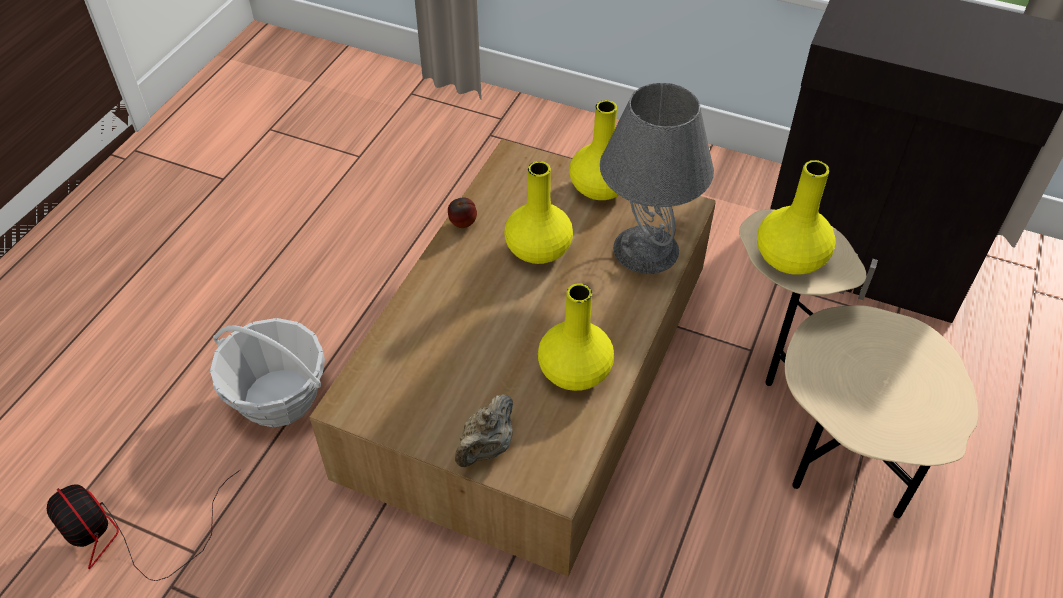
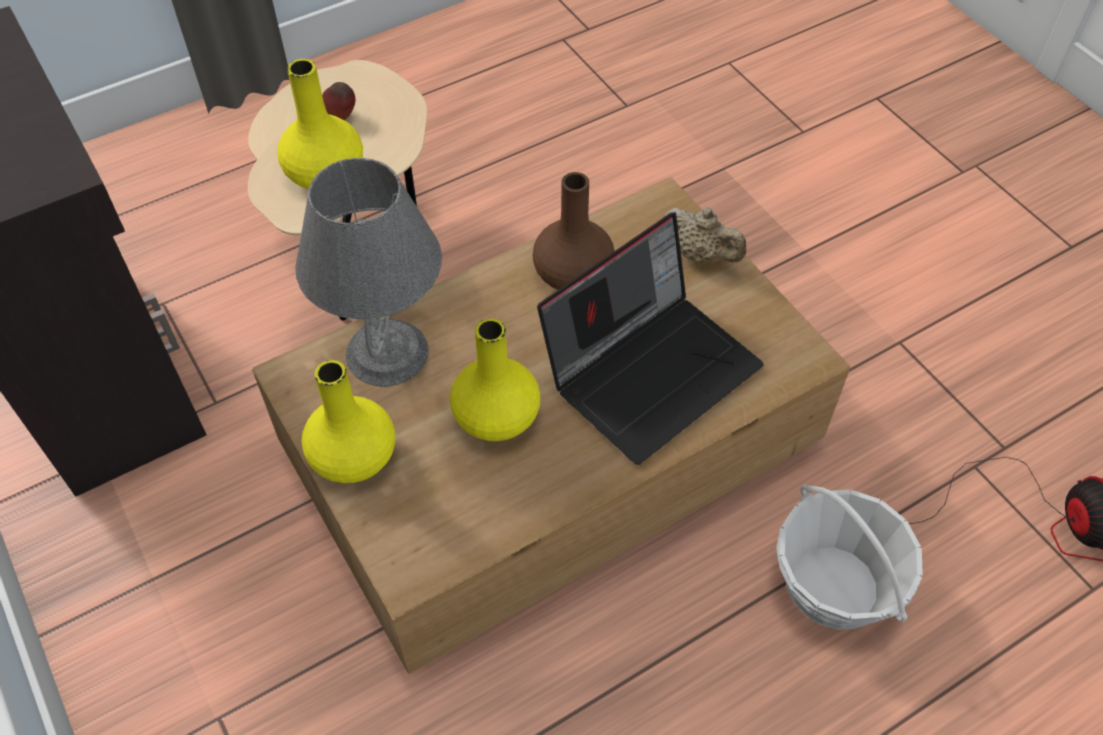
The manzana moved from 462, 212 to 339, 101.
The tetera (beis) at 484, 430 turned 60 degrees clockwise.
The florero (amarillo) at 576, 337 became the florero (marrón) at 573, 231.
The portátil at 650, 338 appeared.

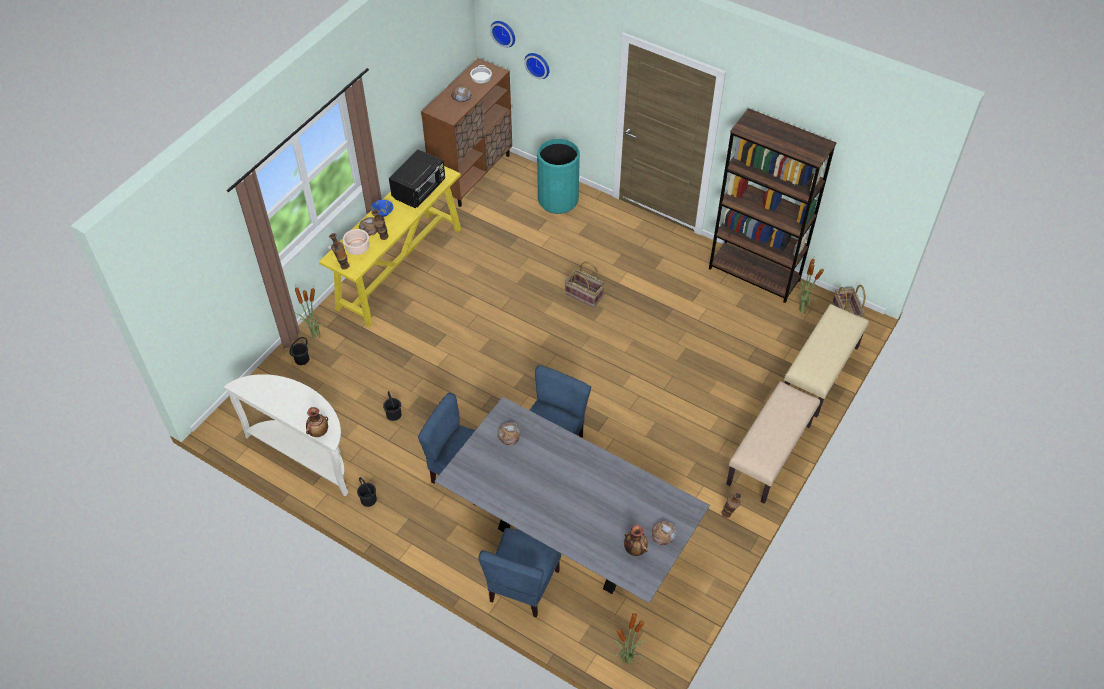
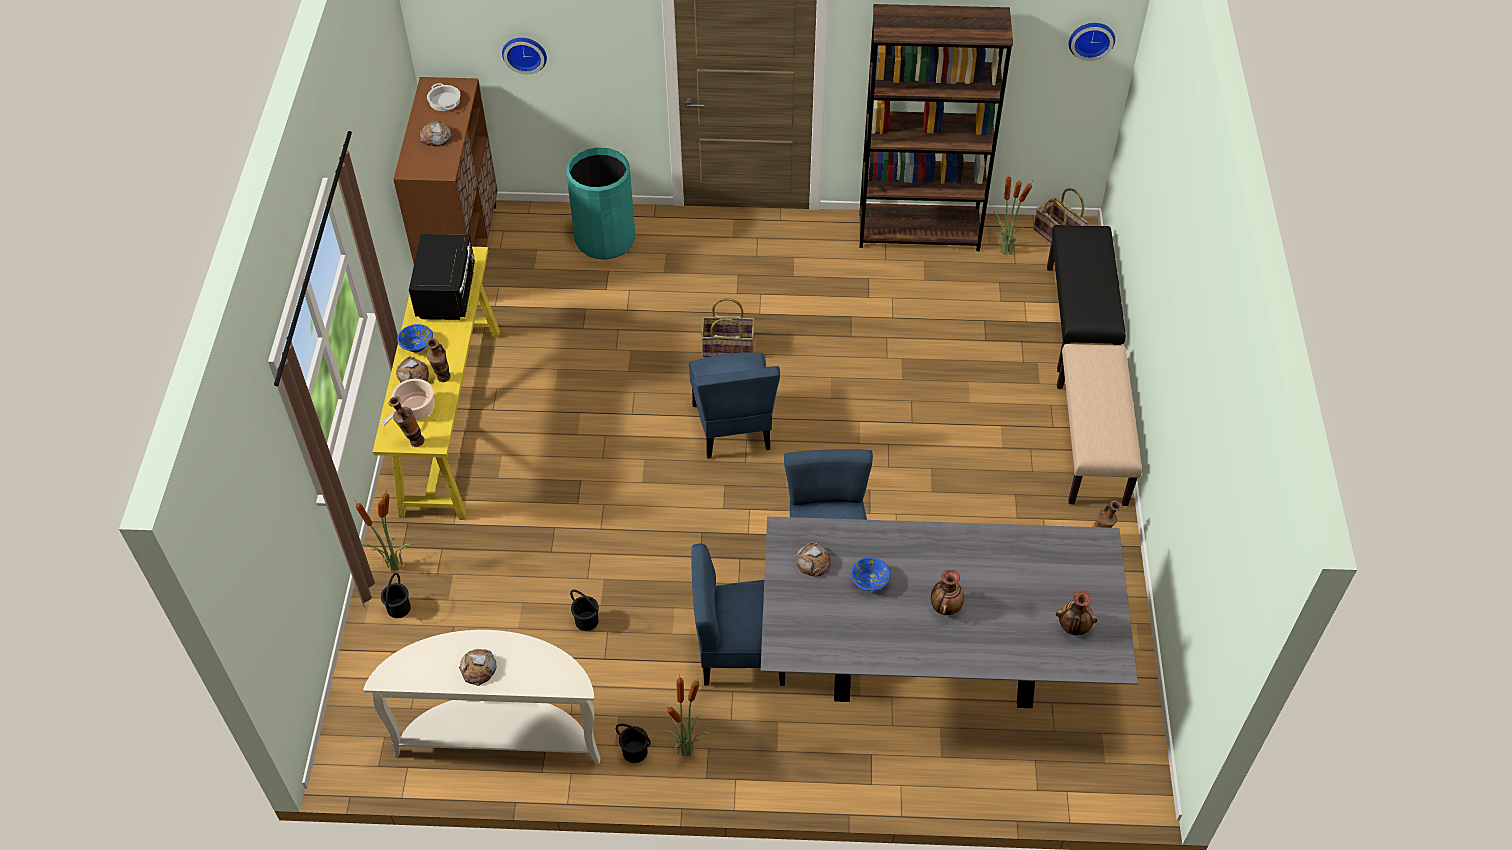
The florero moved from 317, 422 to 947, 592.
The silla (azul) moved from 519, 573 to 734, 405.
The reloj de pared moved from 502, 34 to 1092, 42.
The planta en maceta moved from 629, 638 to 687, 717.
The pan moved from 664, 533 to 478, 667.
The banco (beis) at 826, 361 became the banco (negro) at 1086, 298.
The cuenco (azul) at 871, 574 appeared.

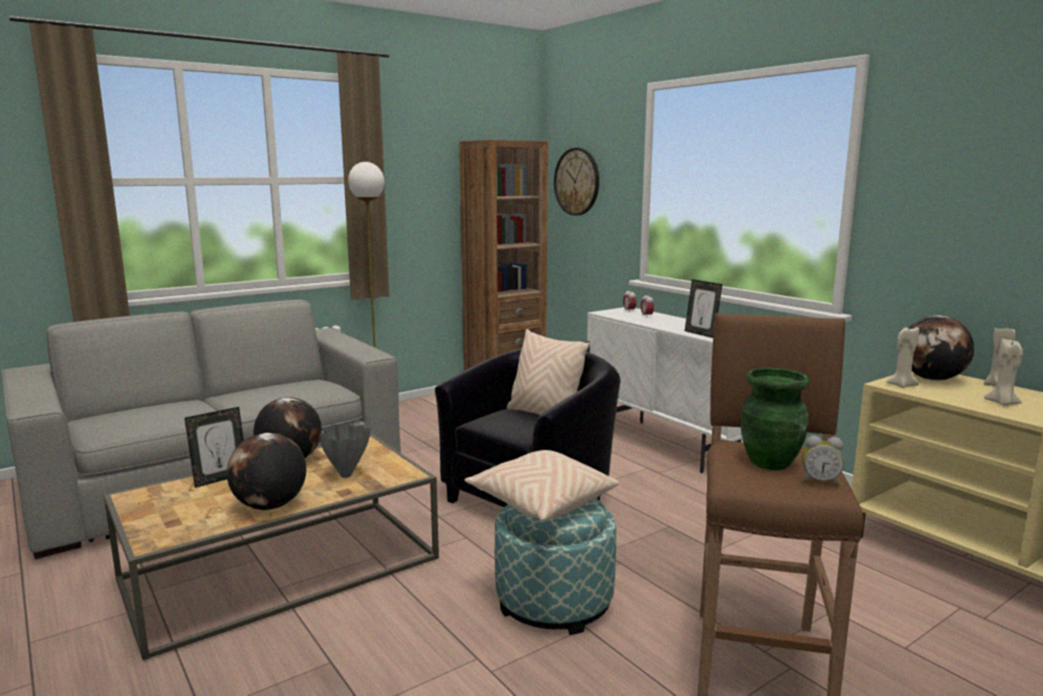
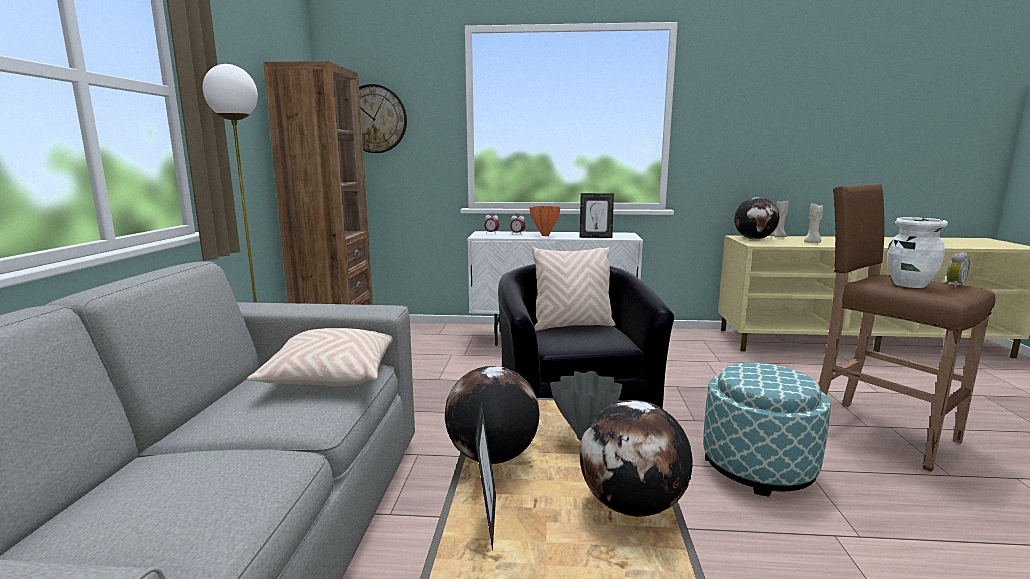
The cojín (beis) moved from 541, 485 to 320, 357.
The florero (verde) at 775, 419 became the florero (blanco) at 917, 252.
The vela (beis) at 902, 357 disappeared.
The florero (naranja) at 544, 221 appeared.

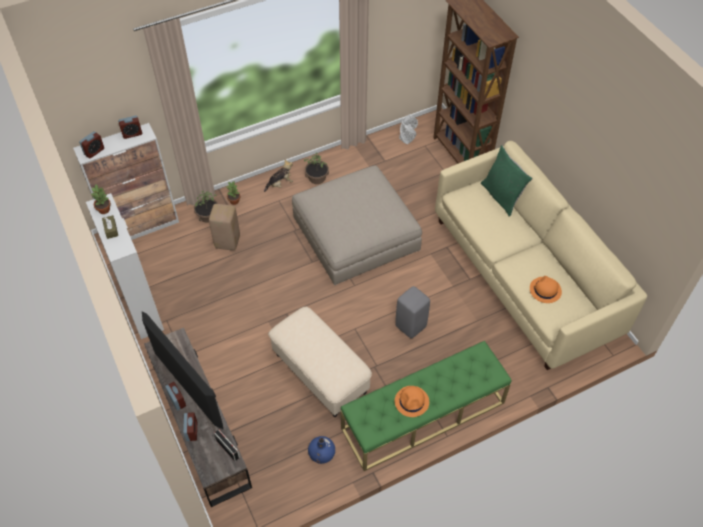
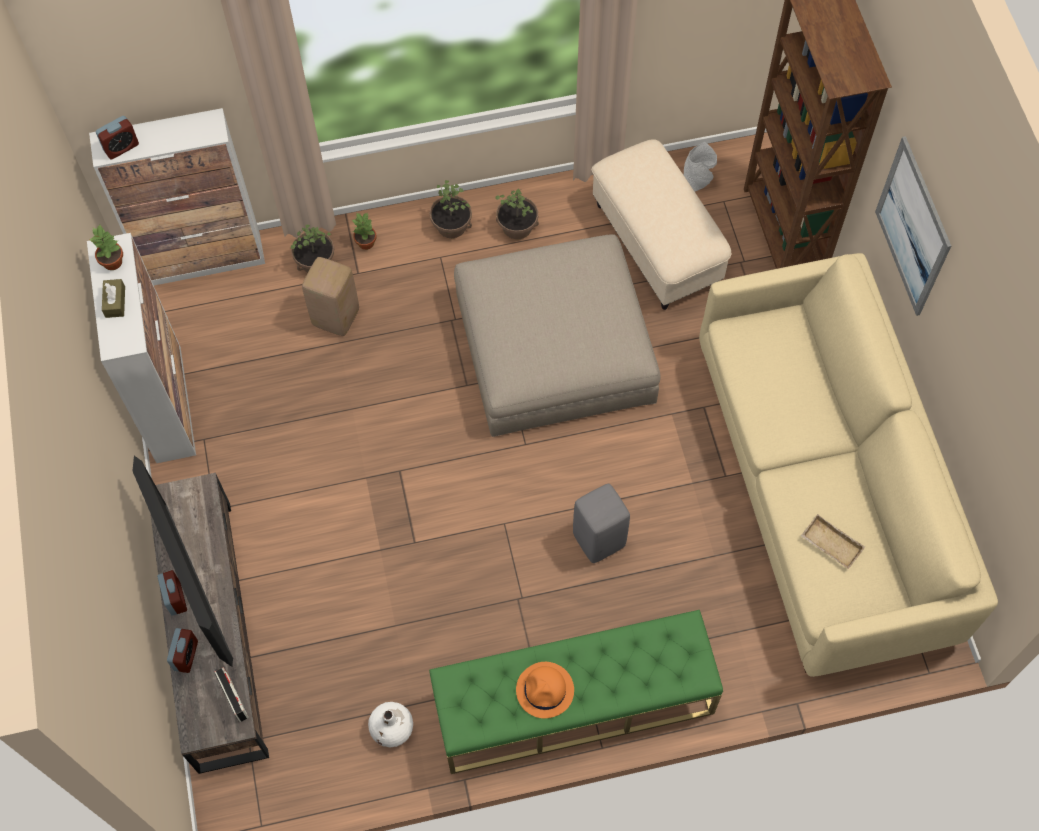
The despertador at 130, 127 disappeared.
The peluche at 278, 176 was replaced by the planta en maceta at 451, 209.
The puf (beis) moved from 320, 362 to 661, 224.
The florero (azul) at 321, 450 became the florero (blanco) at 390, 724.
The cojín (verde) at 507, 181 disappeared.
The sombrero (naranja) at 546, 289 was replaced by the bandeja (beis) at 833, 541.
The cuadro at 913, 226 appeared.

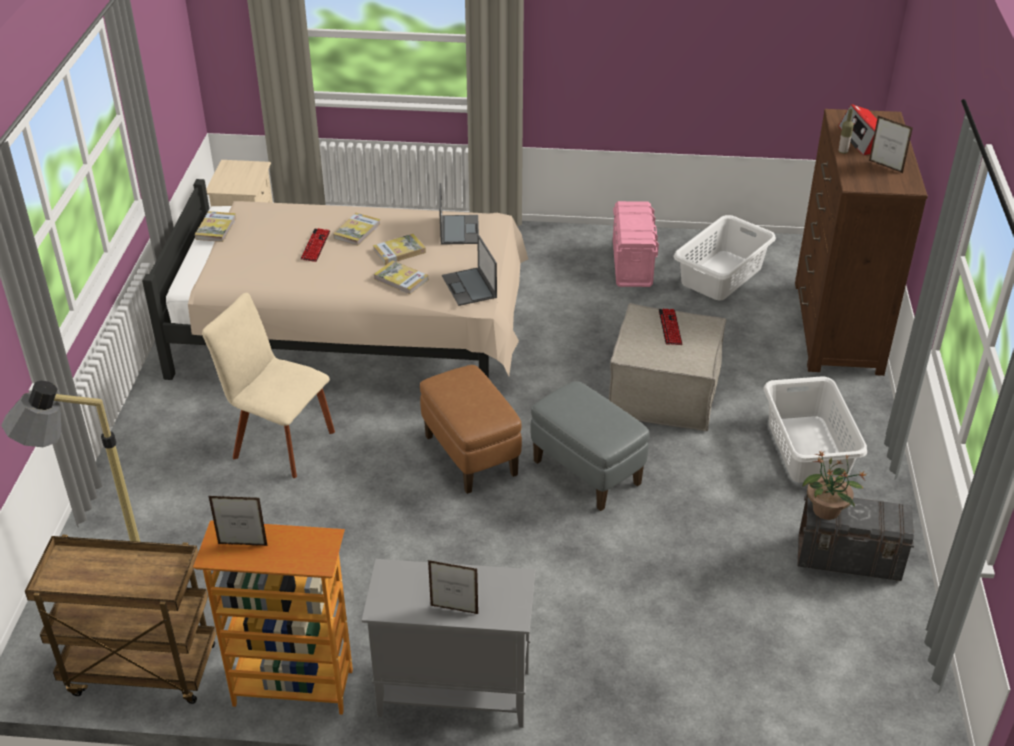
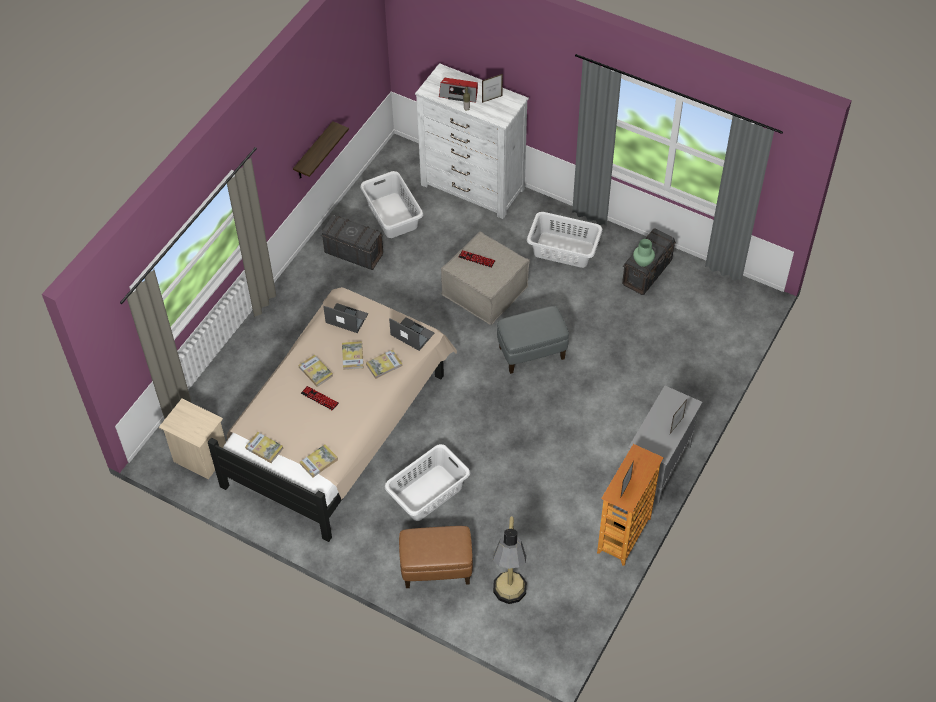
The carrito (marrón) at 120, 619 disappeared.
The silla (beis) at 268, 385 was replaced by the cesto de la ropa (blanco) at 427, 482.
The puf (marrón) moved from 471, 429 to 436, 557.
The portátil at 469, 270 turned 150 degrees counterclockwise.
The caja de almacenaje (rosa) at 636, 244 became the caja de almacenaje (gris) at 352, 242.
The cómoda (marrón) at 861, 242 became the cómoda (blanco) at 472, 141.
The planta en maceta at 834, 485 was replaced by the florero (verde) at 644, 253.
The estante at 321, 150 appeared.
The libro at 319, 461 appeared.

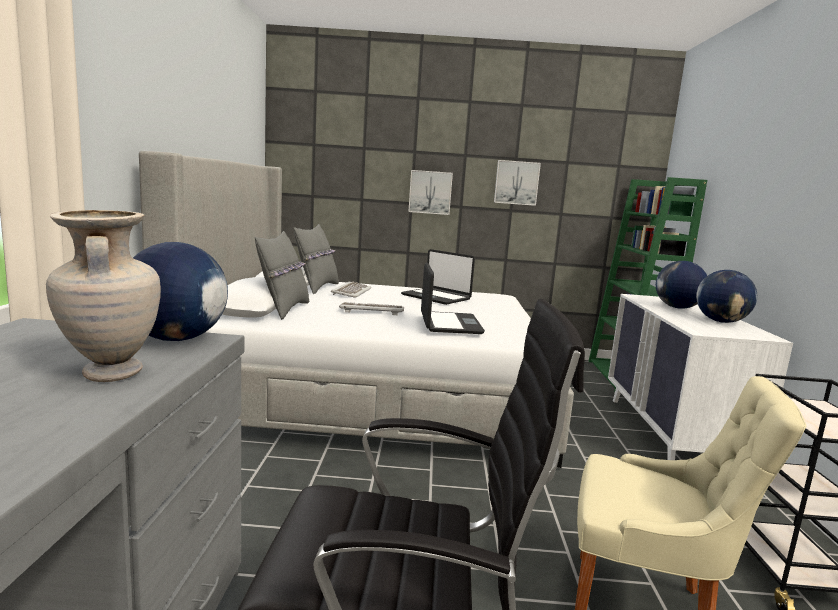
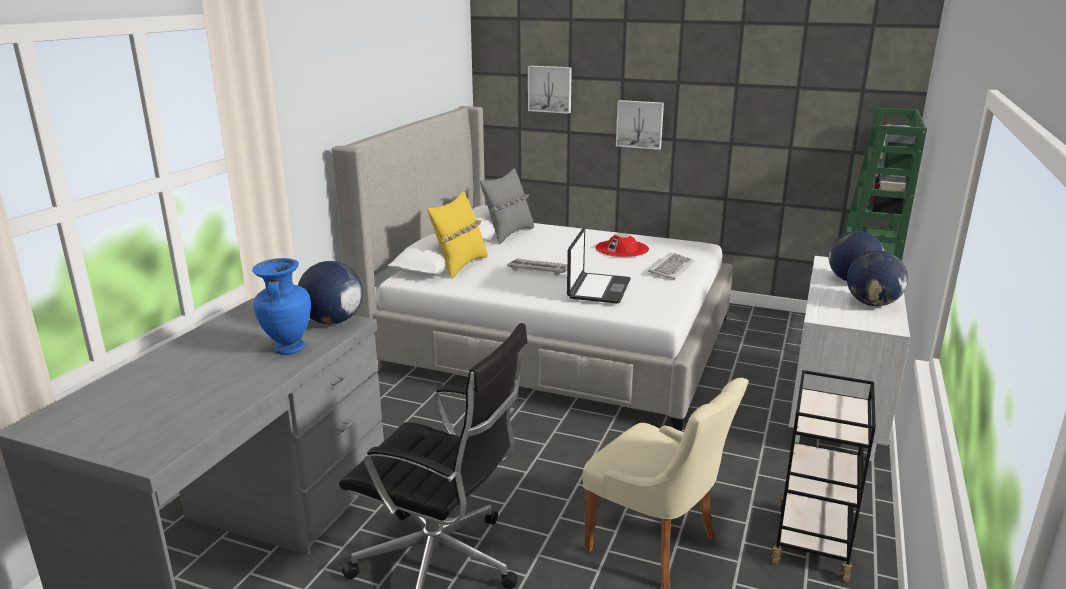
The florero (beis) at 103, 296 became the florero (azul) at 281, 306.
The cojín (gris) at 282, 275 became the cojín (amarillo) at 457, 235.
The teclado moved from 351, 290 to 671, 266.
The portátil at 438, 277 was replaced by the sombrero (rojo) at 622, 245.
The cuadro moved from 517, 183 to 550, 90.

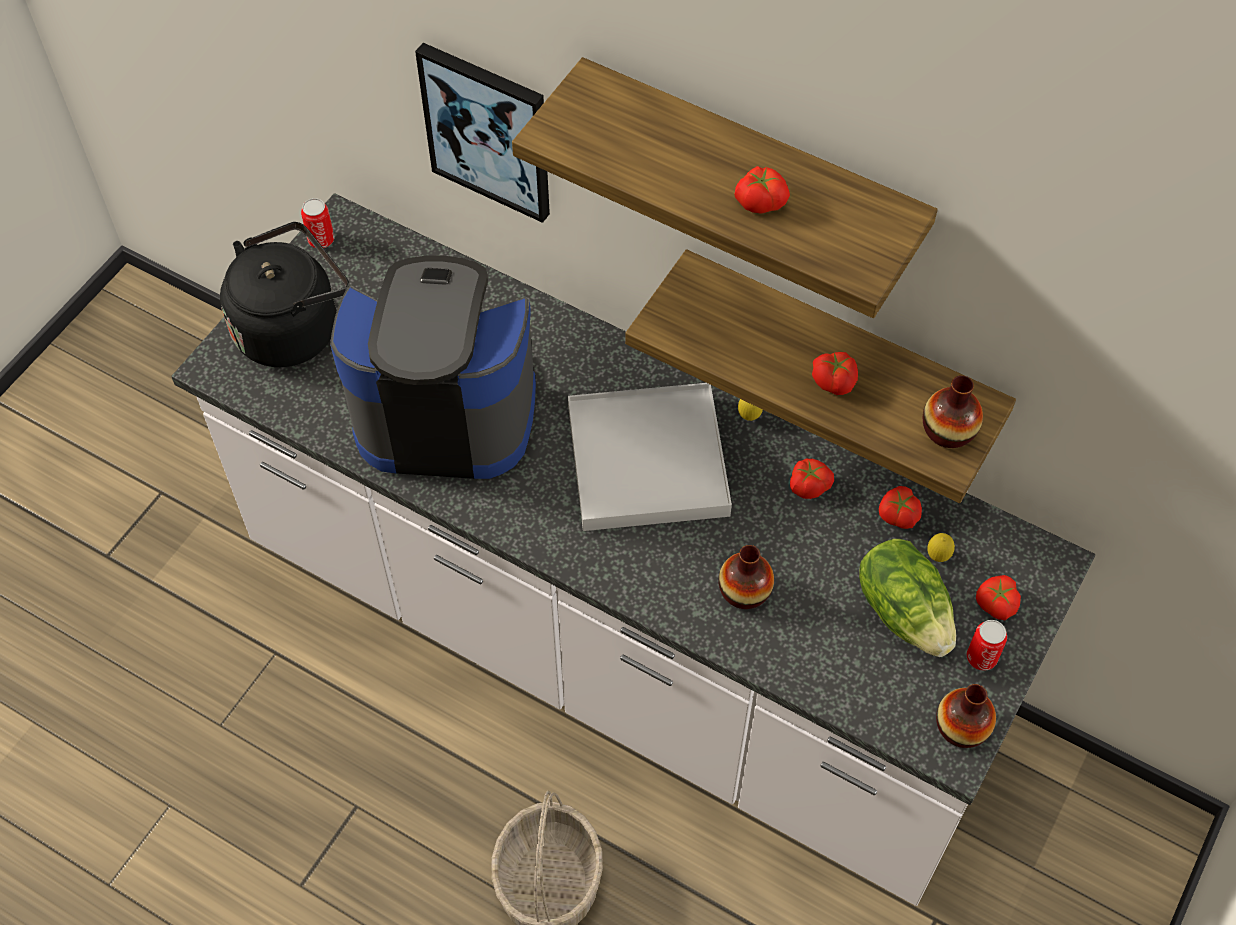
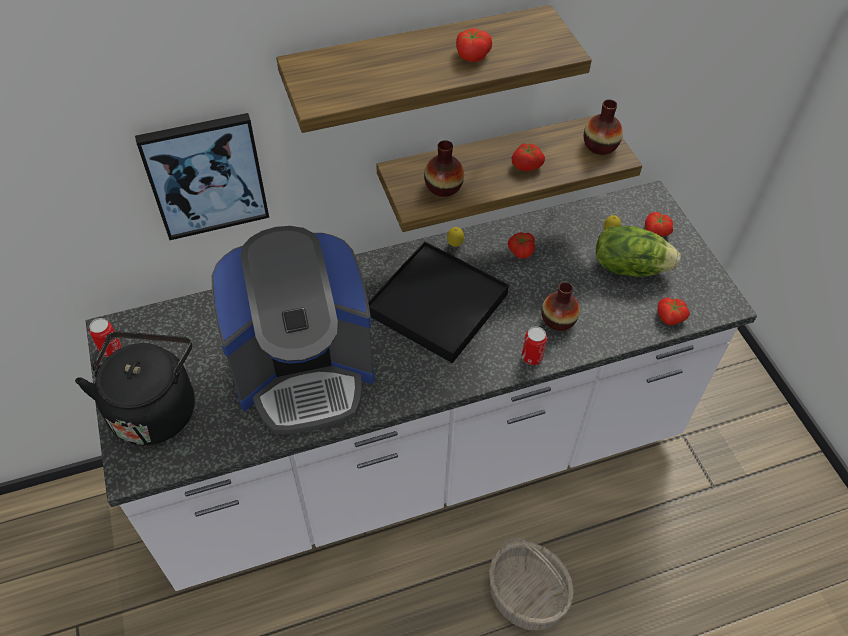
The cafetera at 433, 367 turned 150 degrees counterclockwise.
The bandeja (blanco) at 650, 457 became the bandeja (negro) at 438, 302.
The tomate moved from 900, 507 to 673, 311.
The florero moved from 966, 716 to 444, 168.
The lata moved from 987, 645 to 534, 346.

